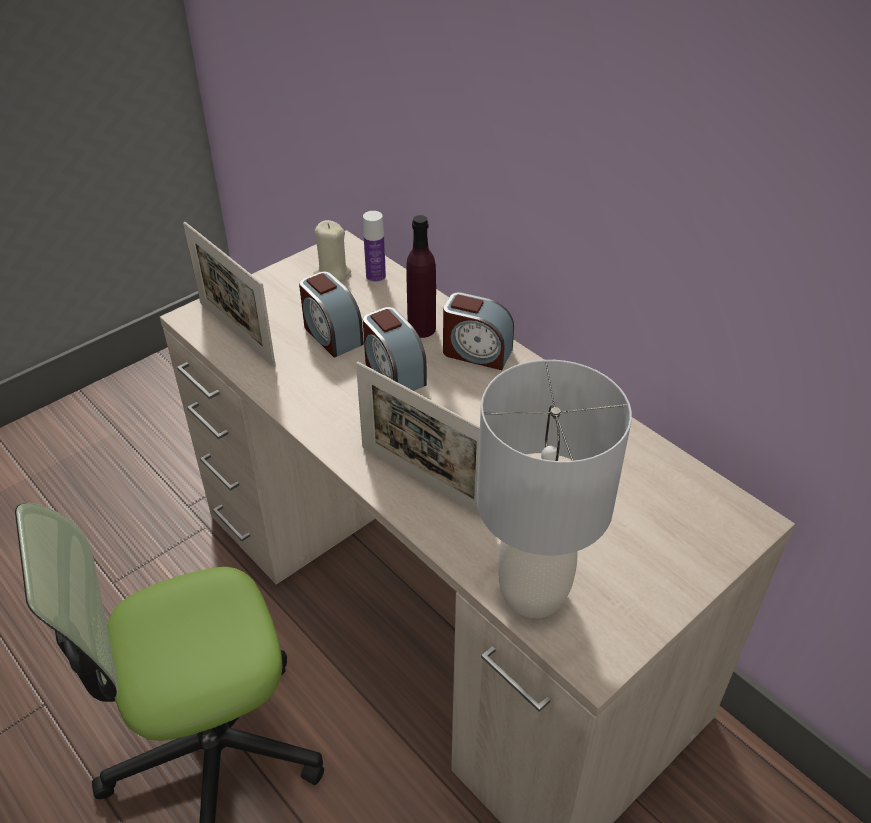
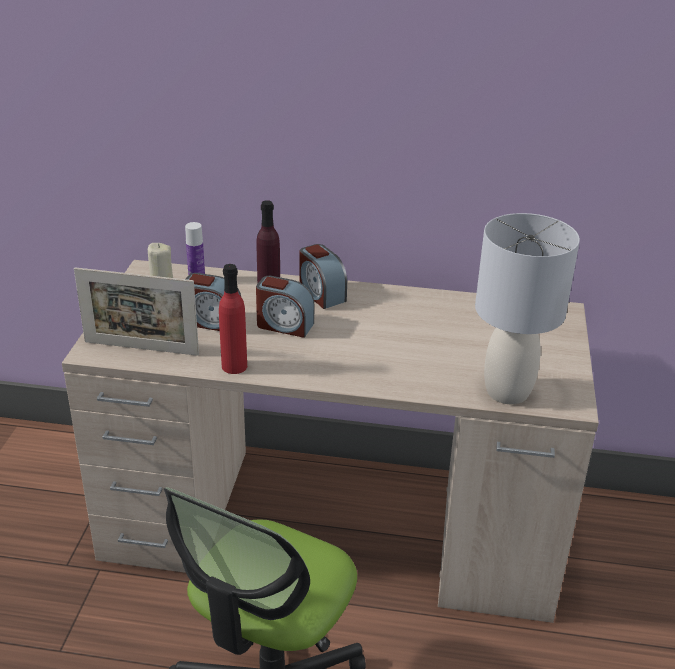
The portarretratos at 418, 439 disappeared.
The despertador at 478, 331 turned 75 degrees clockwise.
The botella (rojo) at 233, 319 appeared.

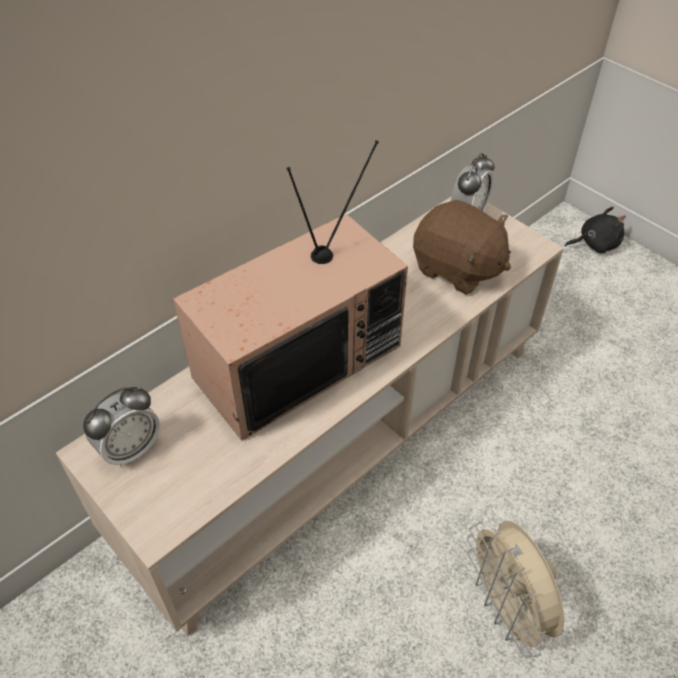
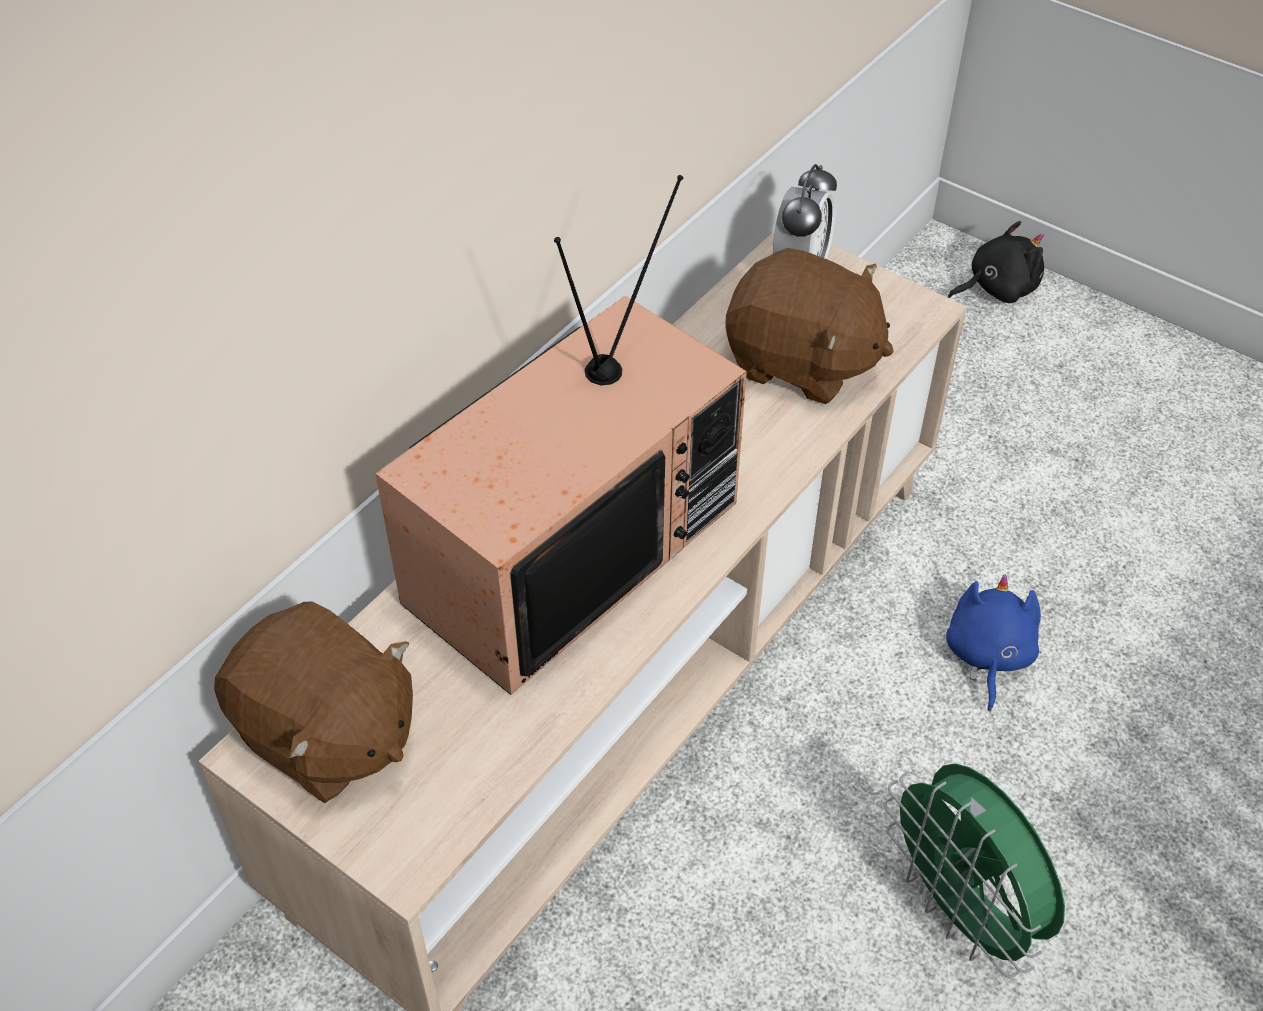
The despertador at 121, 427 was replaced by the peluche (marrón) at 313, 702.
The ventilador (beis) at 515, 589 became the ventilador (verde) at 974, 870.
The peluche (azul) at 993, 642 appeared.

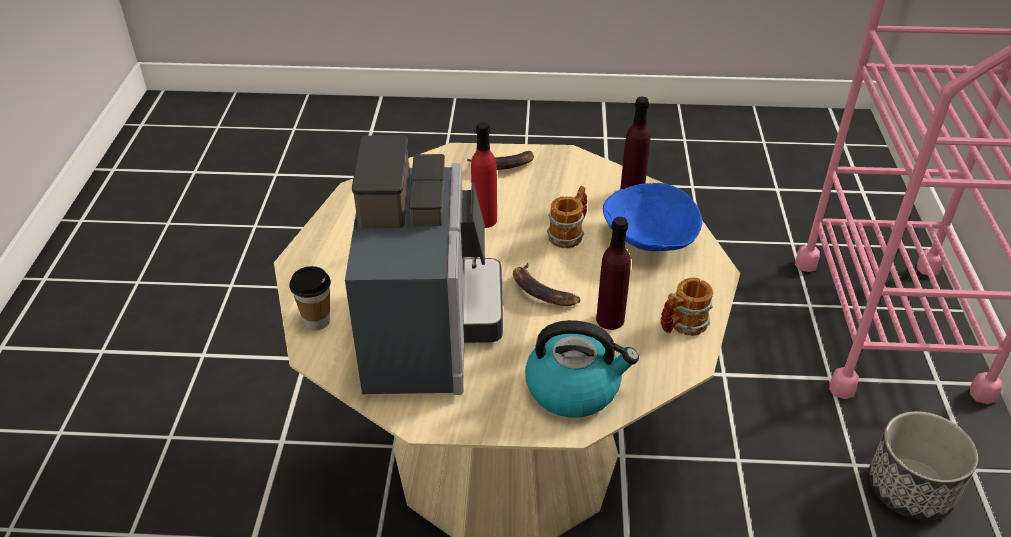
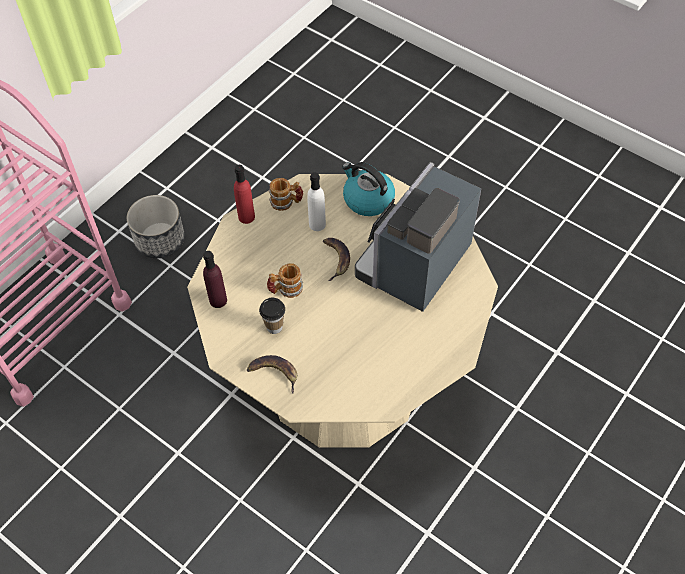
The taza moved from 310, 298 to 272, 316.
The botella (rojo) moved from 484, 175 to 244, 194.
The botella (morado) at 613, 273 became the botella (blanco) at 316, 201.
The cuenco (azul) at 652, 217 disappeared.

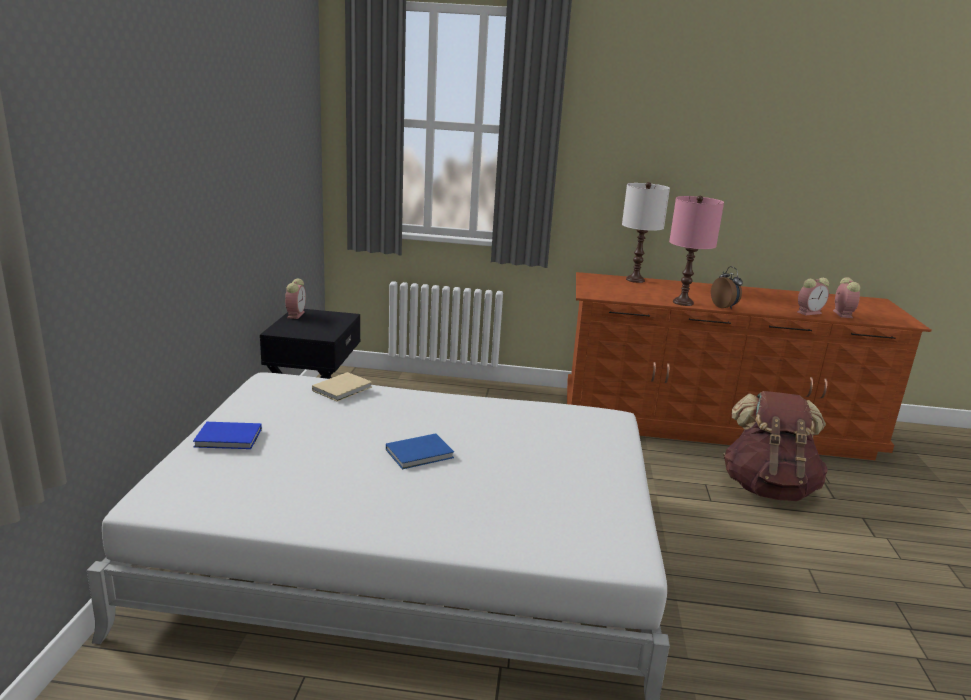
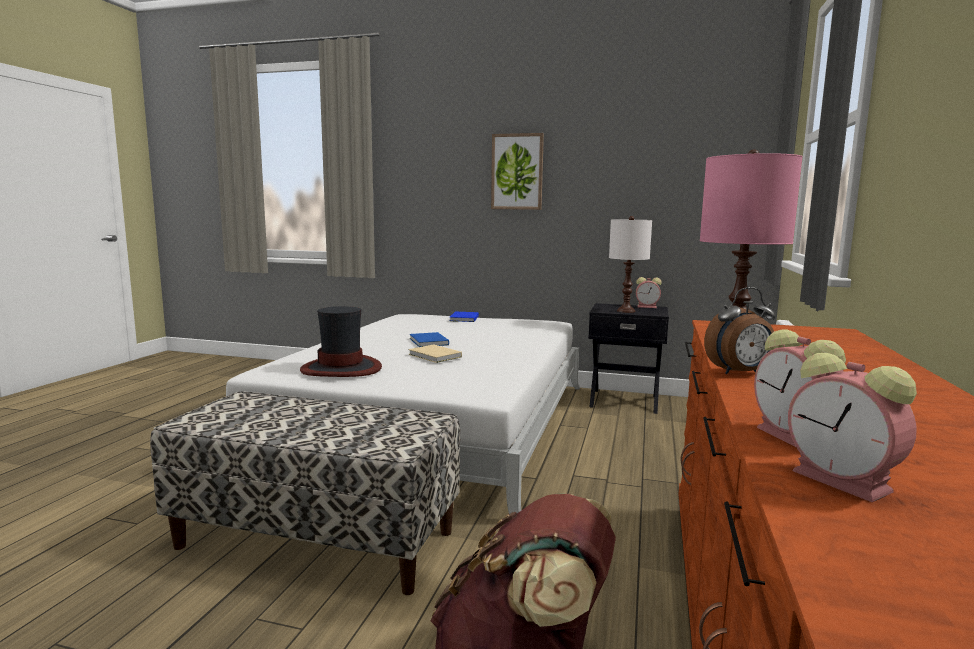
The libro (beis) moved from 342, 386 to 435, 354.
The lámpara de mesa (blanco) moved from 646, 232 to 630, 264.
The despertador at 846, 297 turned 45 degrees clockwise.
The banco at 305, 493 appeared.
The sombrero at 341, 341 appeared.
The cuadro at 517, 171 appeared.

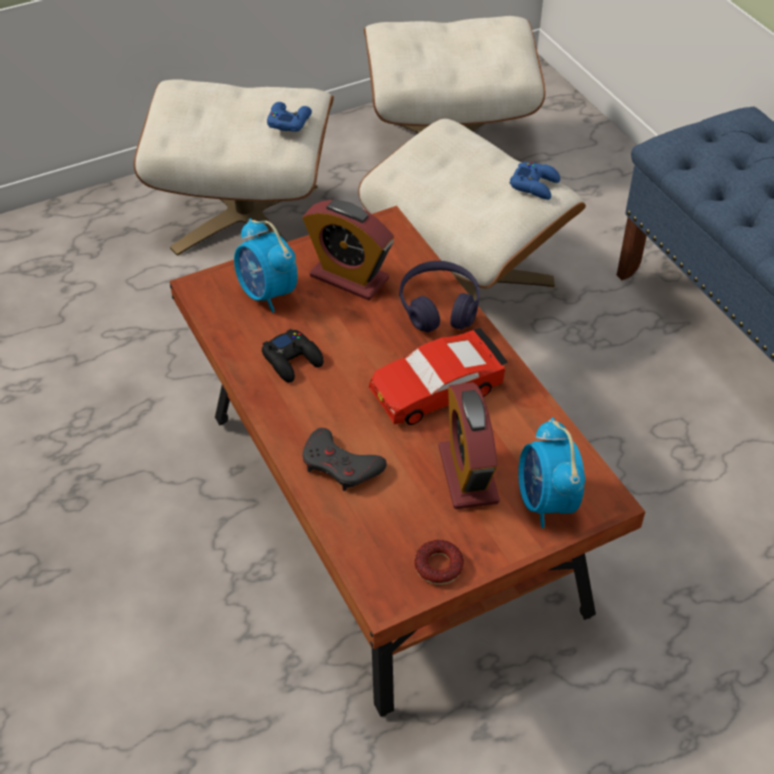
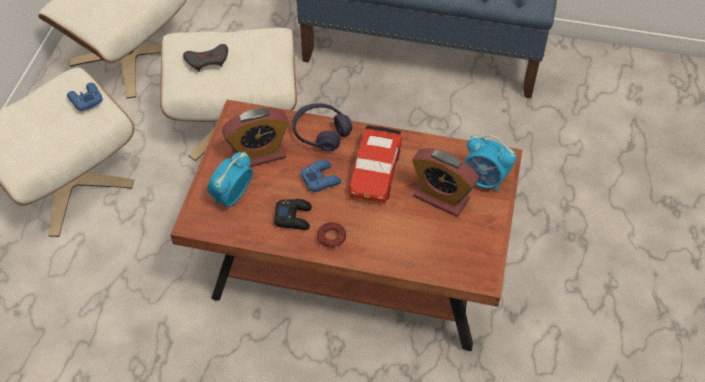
The despertador at 266, 265 turned 120 degrees clockwise.
The mando de consola (gris) moved from 345, 459 to 205, 58.
The rosquilla moved from 439, 562 to 331, 235.
The mando de consola (azul) moved from 535, 181 to 320, 176.

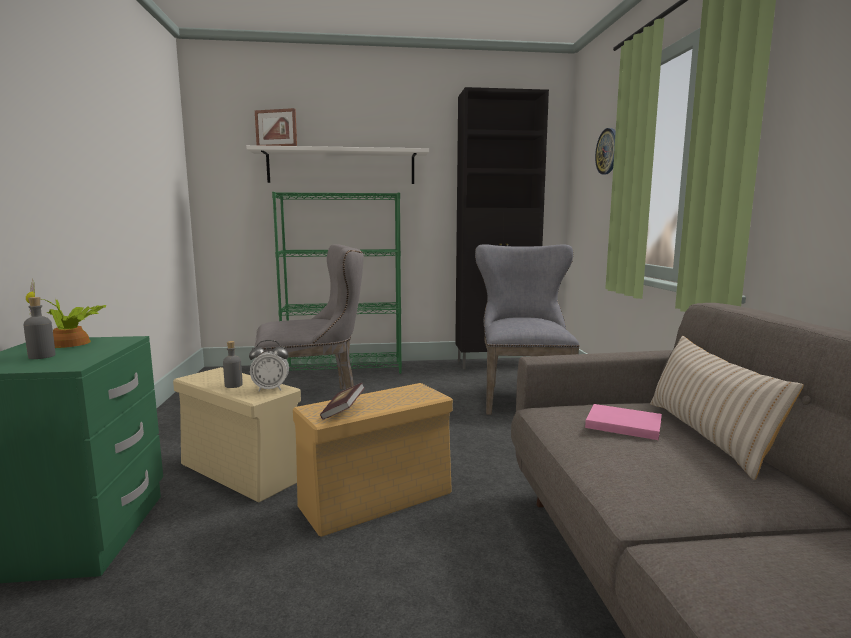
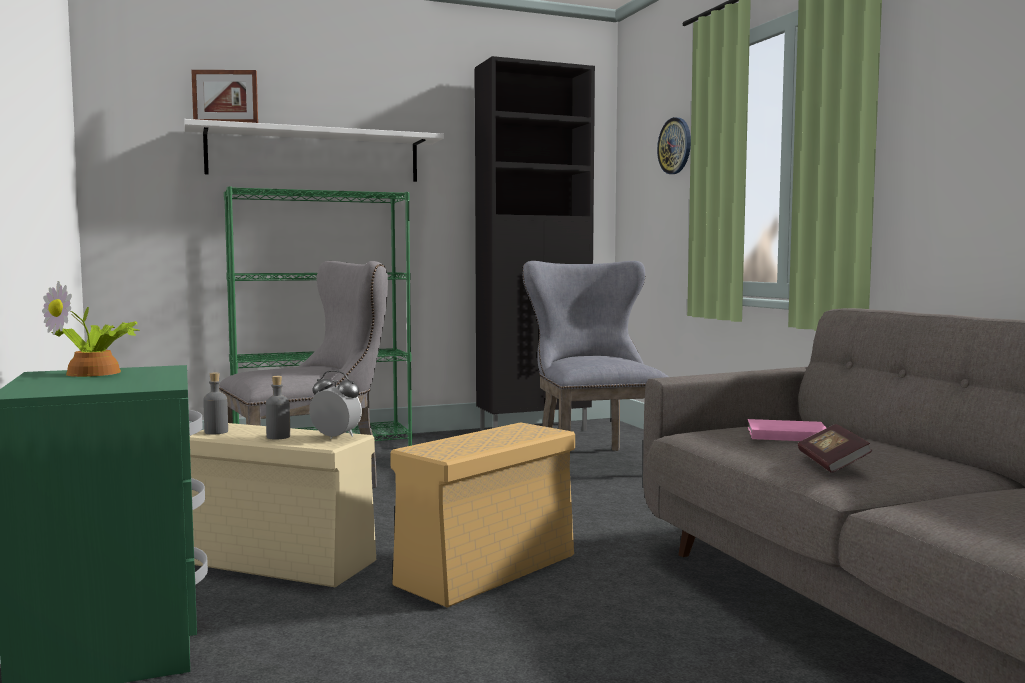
The botella (gris) moved from 40, 328 to 215, 403.
The despertador at 269, 365 turned 135 degrees counterclockwise.
The libro moved from 342, 401 to 835, 448.
The cojín (beis) at 727, 408 disappeared.

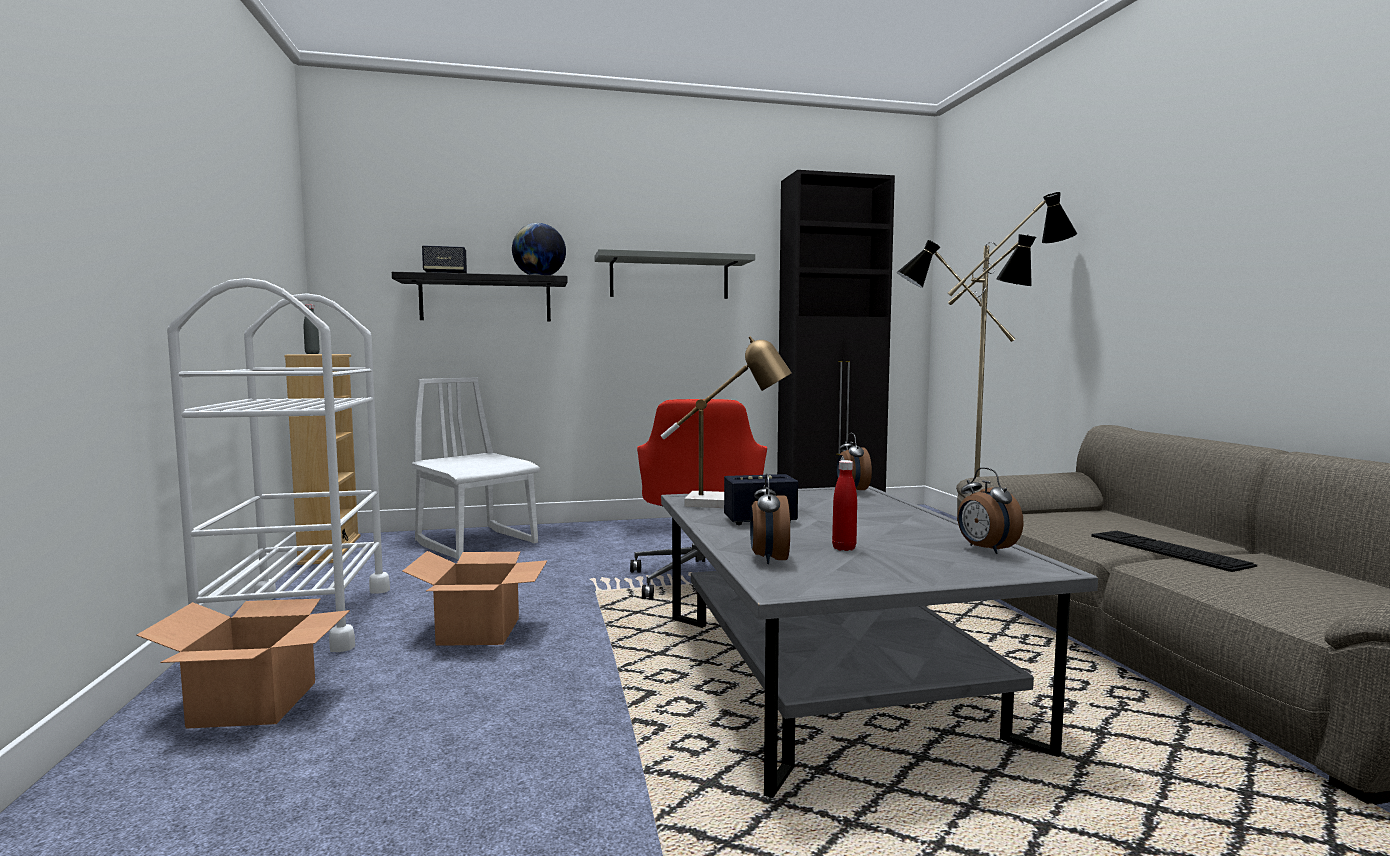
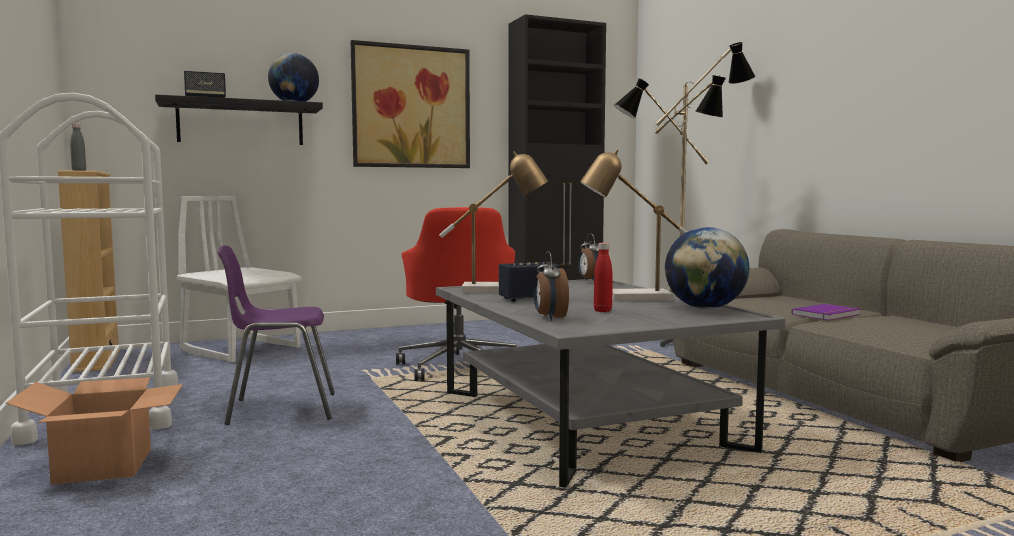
The caja de cartón at 474, 598 was replaced by the silla (morado) at 276, 335.
The estante (gris) at 674, 274 was replaced by the cuadro at 410, 104.
The despertador at 990, 510 was replaced by the globo terráqueo at 707, 268.
The teclado at 1174, 551 was replaced by the libro (morado) at 826, 312.
The lámpara de mesa at 633, 225 appeared.

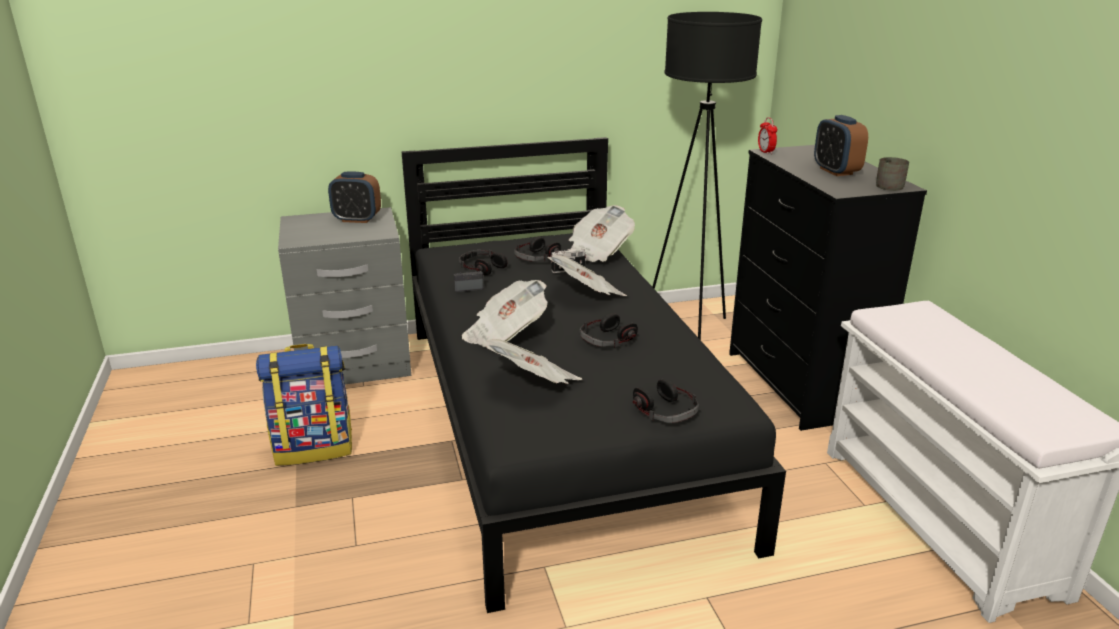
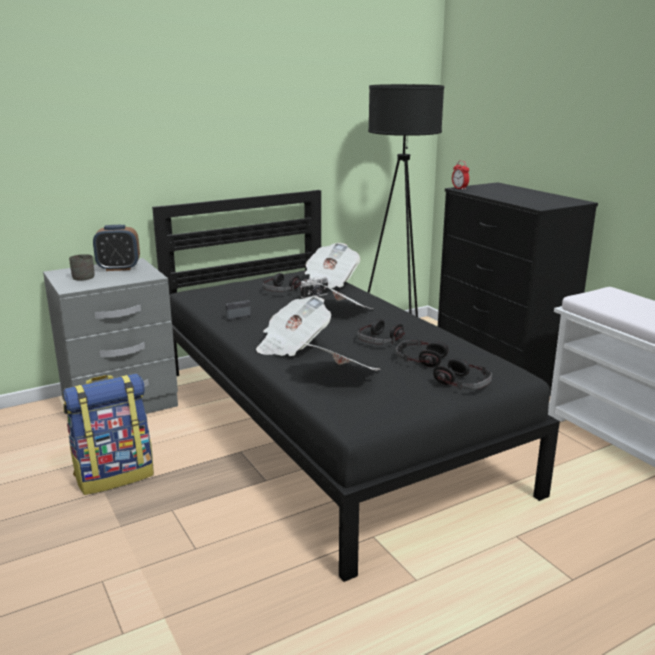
The auriculares moved from 483, 262 to 422, 353.
The despertador at 841, 145 disappeared.
The taza grande (gris) moved from 892, 174 to 81, 267.

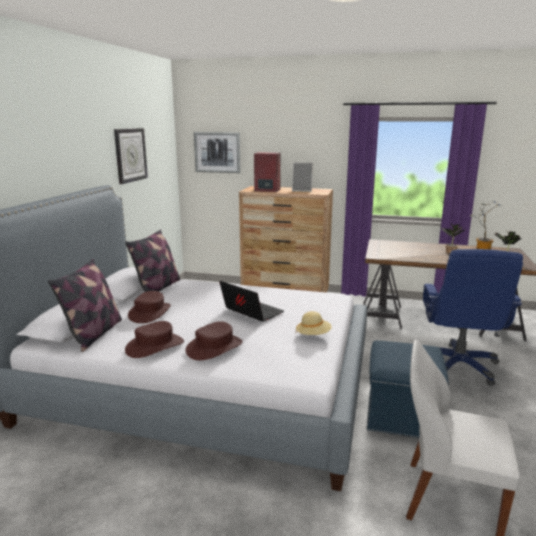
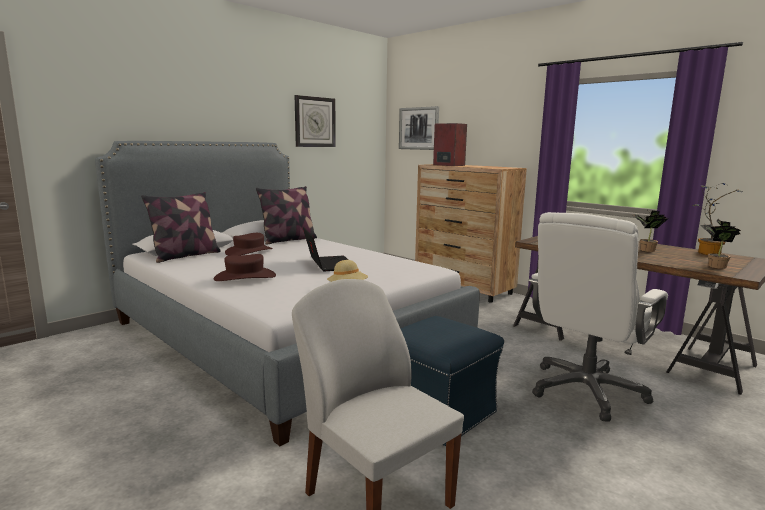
The sombrero (marrón) at 154, 339 disappeared.
The portarretratos at 302, 177 disappeared.
The silla de oficina (azul) at 473, 317 became the silla de oficina (blanco) at 598, 317.

